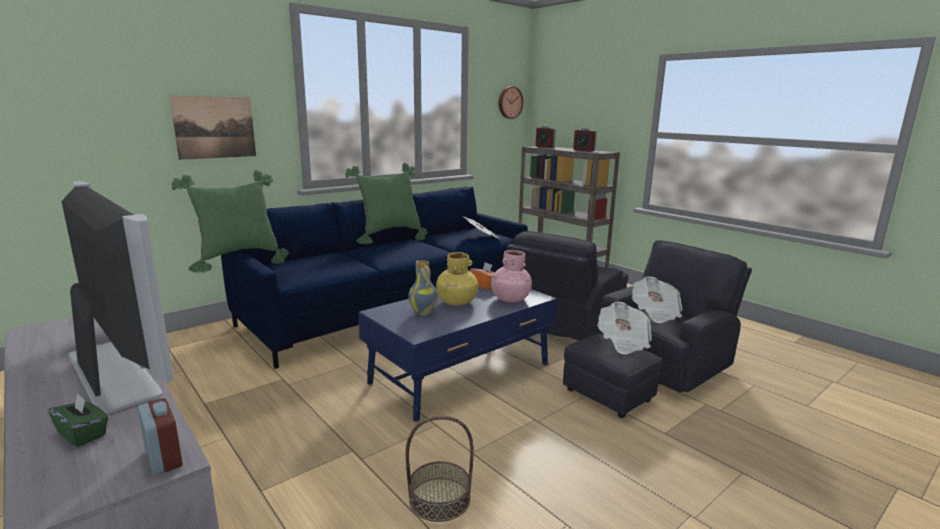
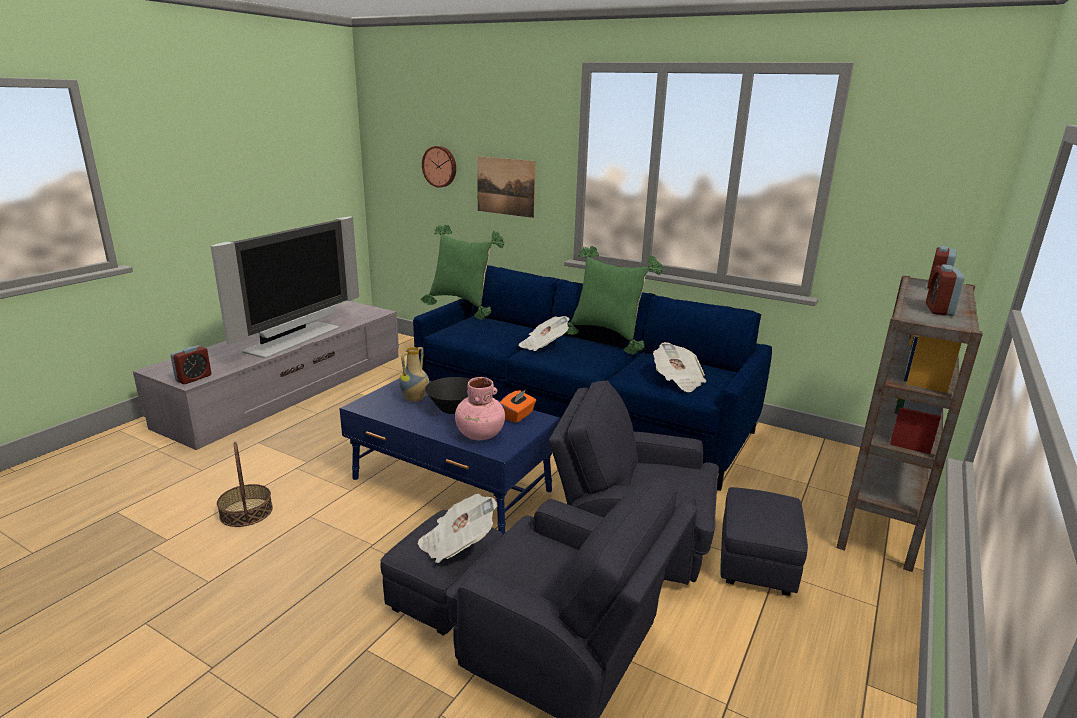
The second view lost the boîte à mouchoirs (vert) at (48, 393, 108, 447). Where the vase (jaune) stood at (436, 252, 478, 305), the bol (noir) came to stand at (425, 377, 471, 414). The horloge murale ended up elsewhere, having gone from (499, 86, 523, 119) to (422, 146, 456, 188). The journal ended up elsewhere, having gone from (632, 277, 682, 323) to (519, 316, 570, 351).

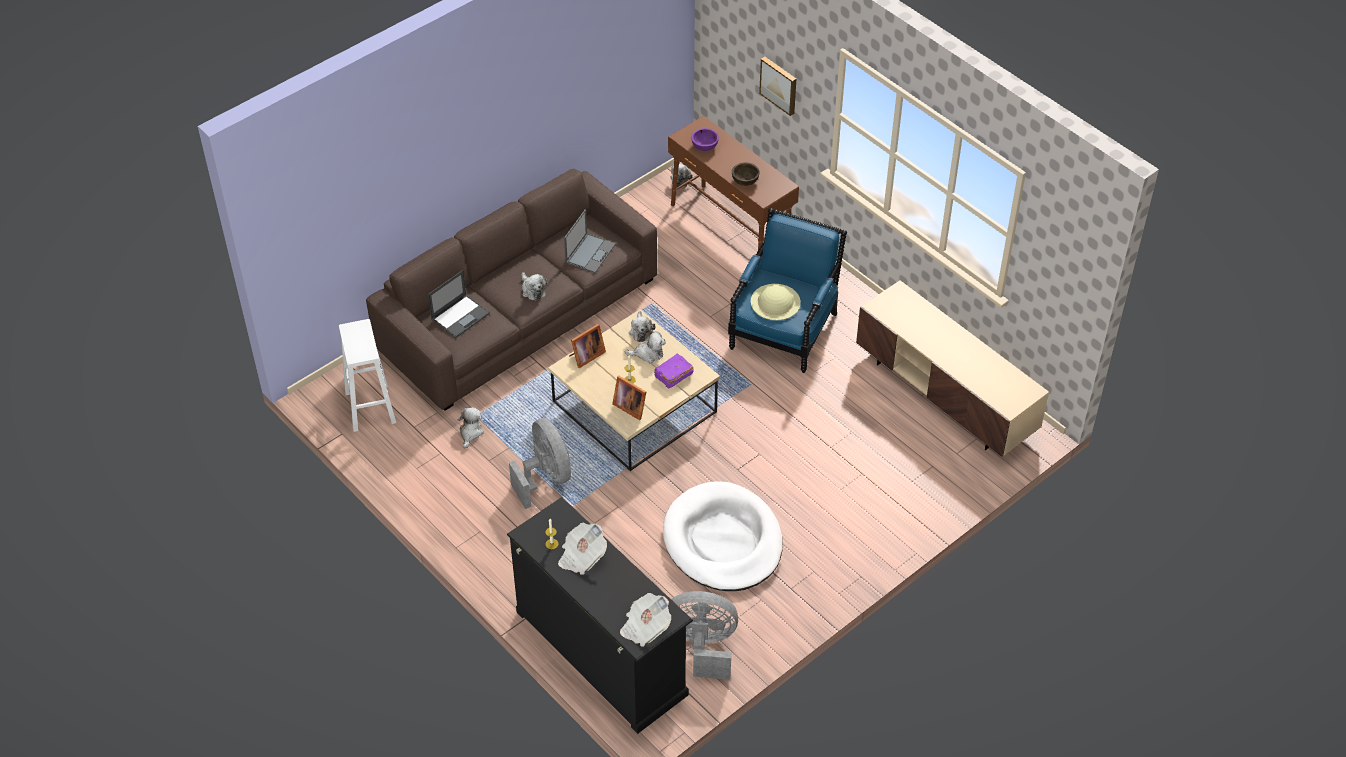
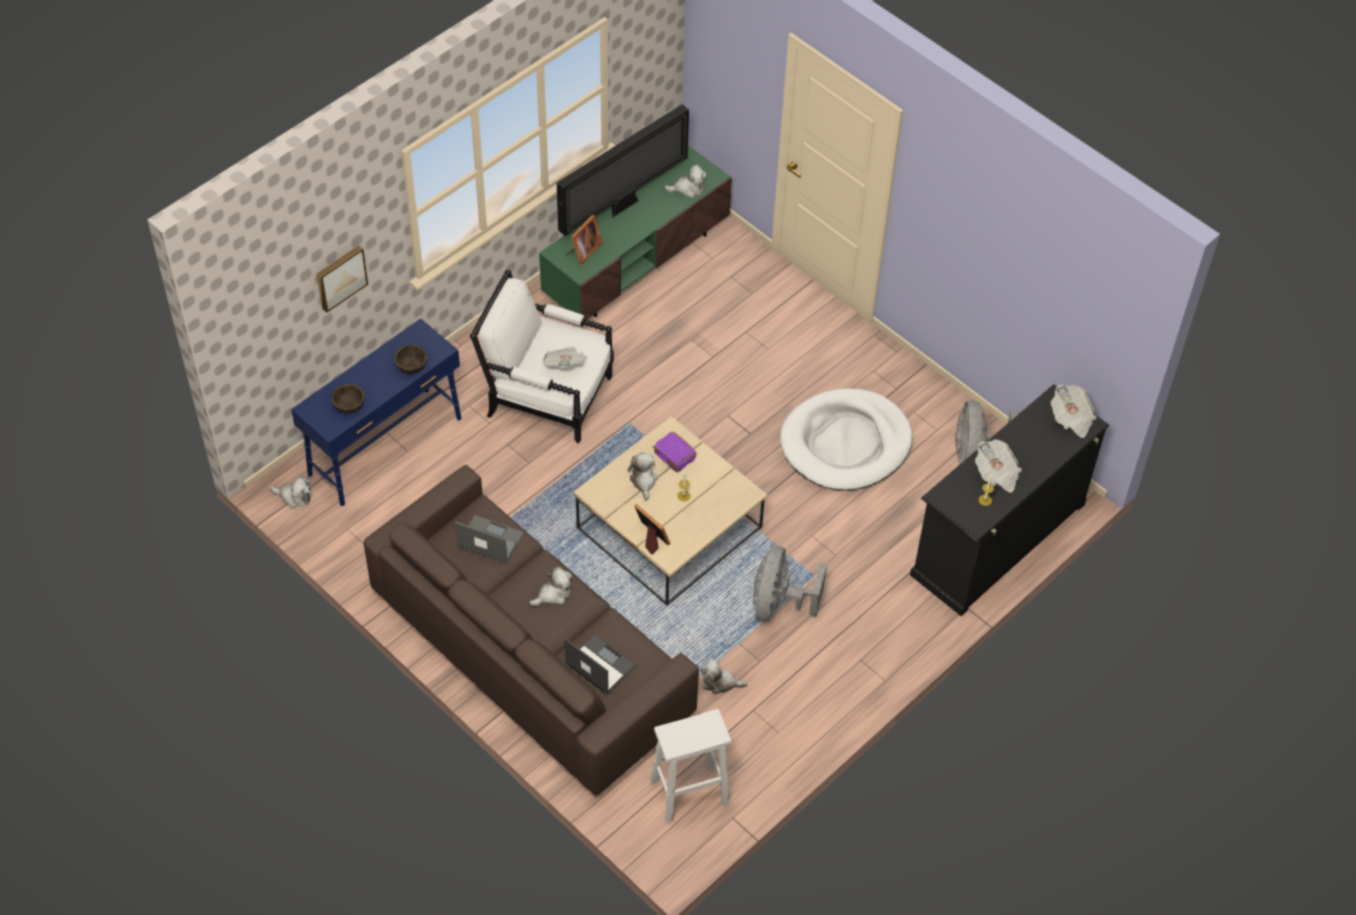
The ventilateur (gris) at (509, 418, 571, 509) ended up facing another way, 45 degrees counterclockwise from before. The cadre photo ended up elsewhere, having gone from (612, 376, 646, 420) to (566, 215, 602, 265). The peluche ended up elsewhere, having gone from (629, 311, 655, 342) to (664, 164, 707, 198). What was the table console (marron) at (668, 116, 799, 259) turned into the table console (bleu) at (291, 319, 461, 506). What was the bol (violet) at (691, 128, 719, 151) turned into the bol (marron) at (331, 384, 365, 414). What was the fauteuil (bleu) at (728, 208, 847, 373) turned into the fauteuil (blanc) at (470, 270, 614, 443). Where the chapeau (beige) stood at (751, 284, 801, 320), the journal came to stand at (542, 346, 587, 368). What was the meuble télé (beige) at (856, 280, 1049, 457) turned into the meuble télé (vert) at (539, 147, 732, 319). The second view gained the téléviseur at (557, 104, 689, 236).

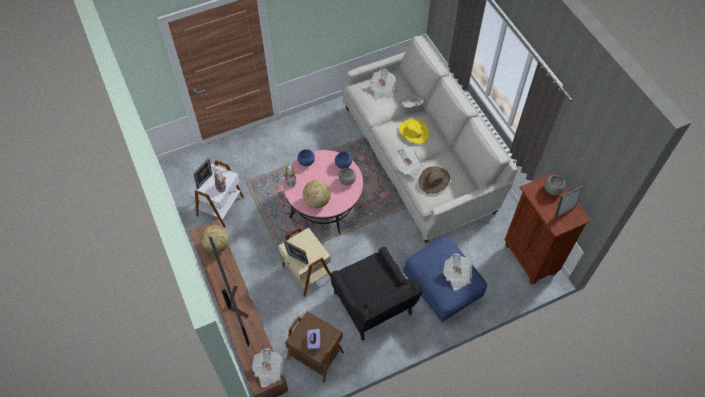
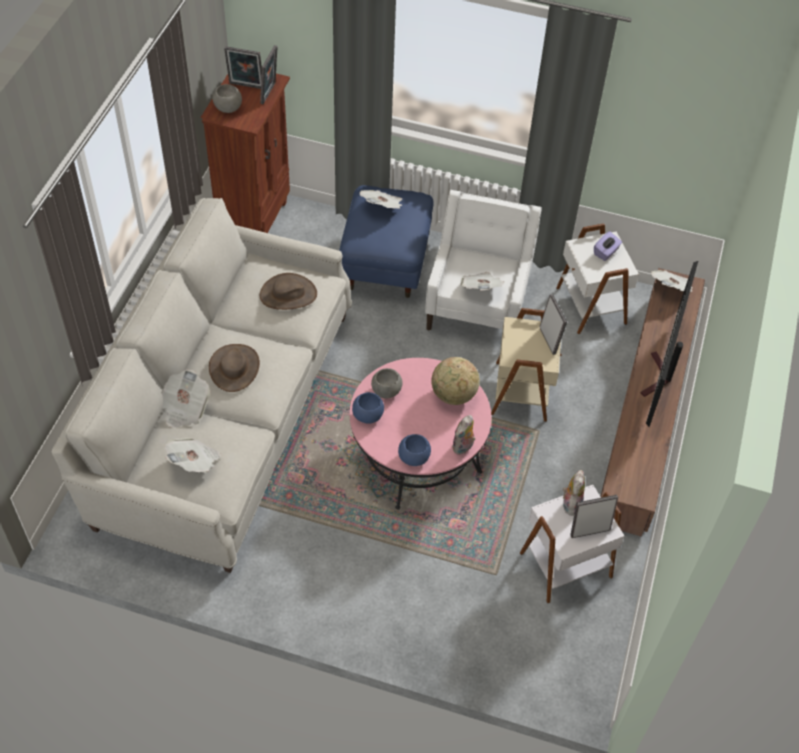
The second view lost the globe at (200, 225, 229, 253). What was the table d'appoint (marron) at (285, 311, 344, 383) turned into the table d'appoint (blanc) at (556, 223, 639, 334). What was the fauteuil (noir) at (331, 247, 423, 340) turned into the fauteuil (blanc) at (425, 190, 542, 331). The journal ended up elsewhere, having gone from (395, 148, 423, 179) to (460, 272, 504, 291). What was the chapeau (jaune) at (399, 119, 429, 144) turned into the chapeau (marron) at (209, 344, 260, 392). The second view gained the cadre photo at (260, 45, 278, 104).

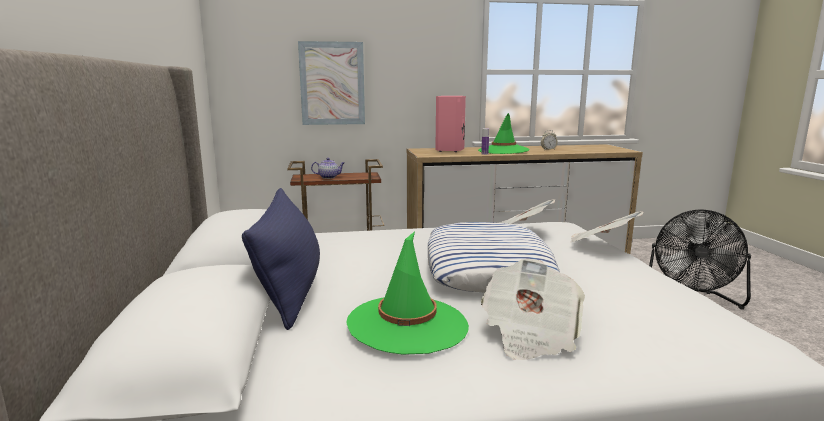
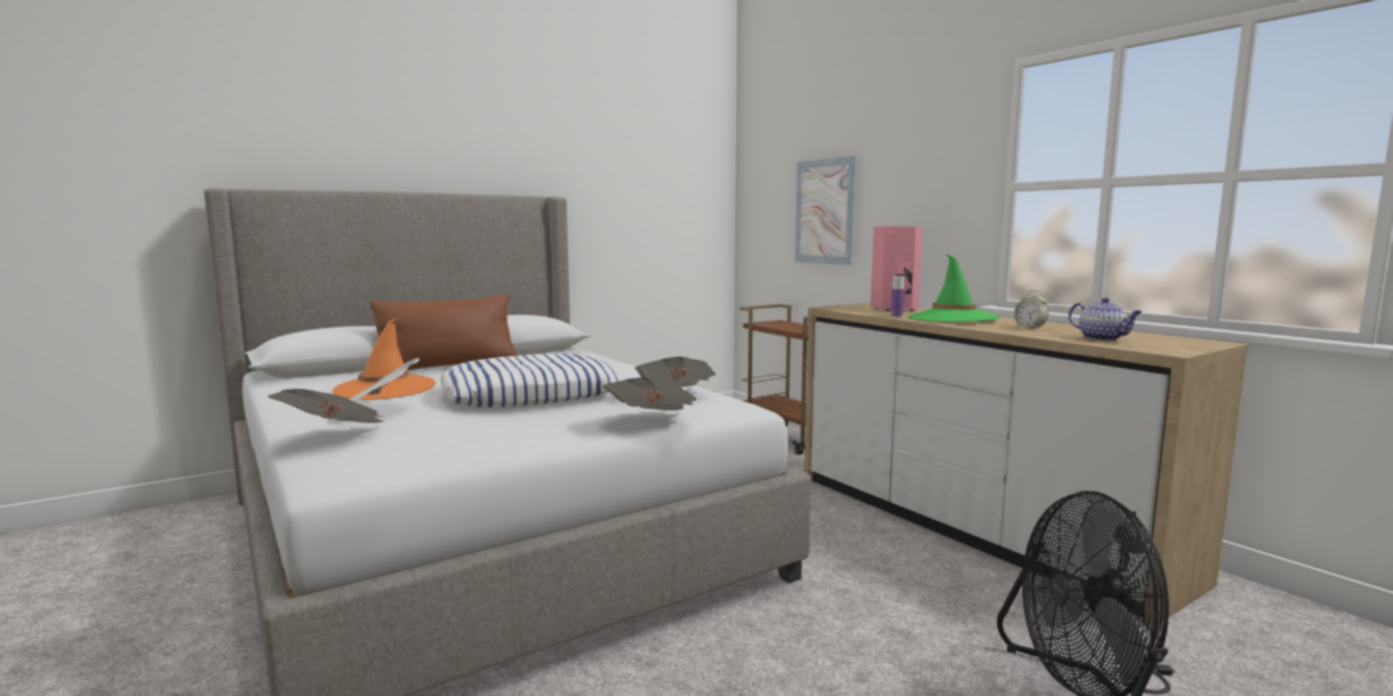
What was the coussin (bleu) at (242, 188, 320, 330) turned into the coussin (marron) at (370, 294, 517, 370). The théière ended up elsewhere, having gone from (311, 158, 345, 179) to (1069, 297, 1142, 341). What was the chapeau (vert) at (346, 231, 469, 354) turned into the chapeau (orange) at (333, 318, 436, 400). The second view gained the journal at (268, 389, 384, 423).

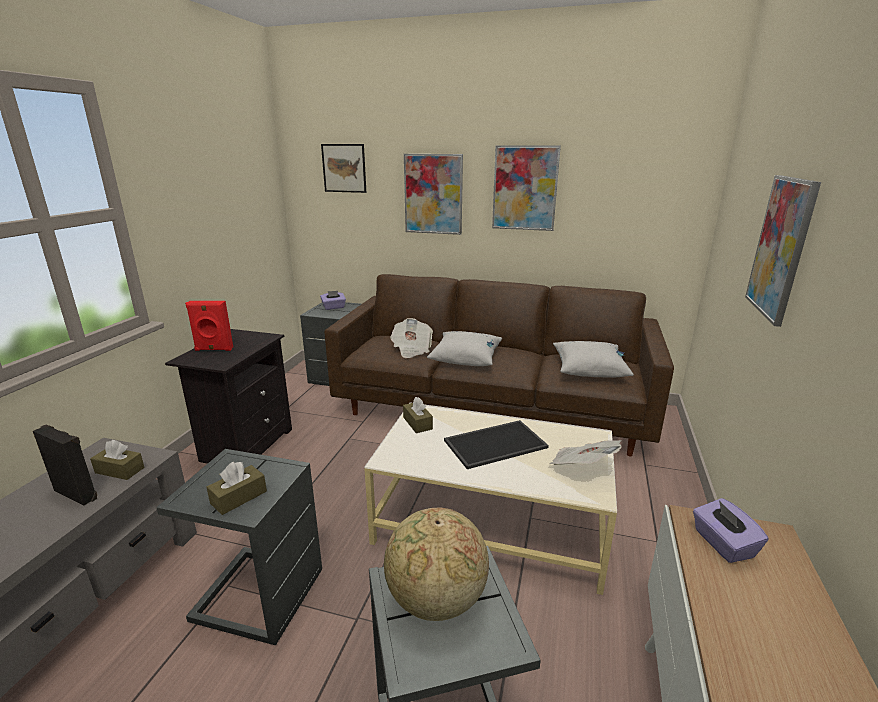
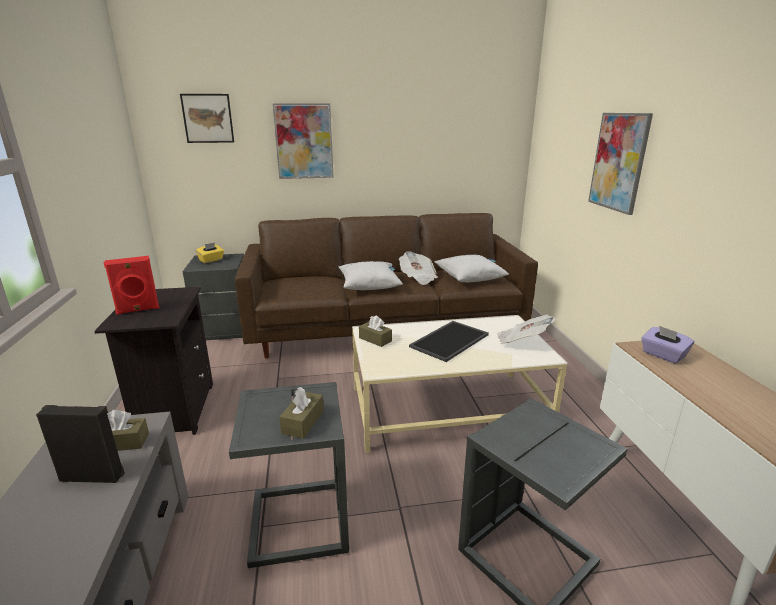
What was the boîte à mouchoirs (violet) at (320, 291, 346, 310) turned into the boîte à mouchoirs (jaune) at (196, 243, 224, 263). The second view lost the globe at (384, 507, 489, 621). The journal ended up elsewhere, having gone from (390, 318, 433, 358) to (399, 251, 438, 285). The second view lost the tableau at (492, 145, 561, 231).

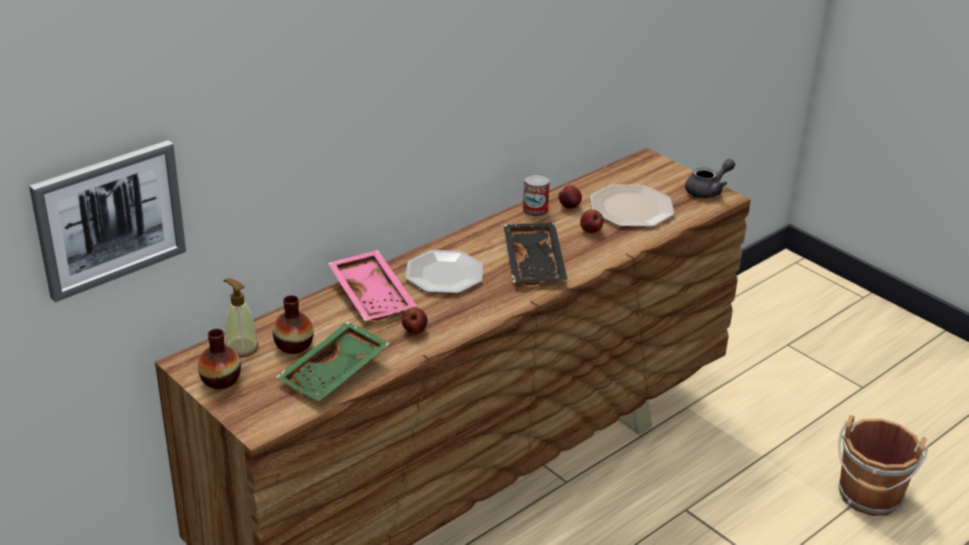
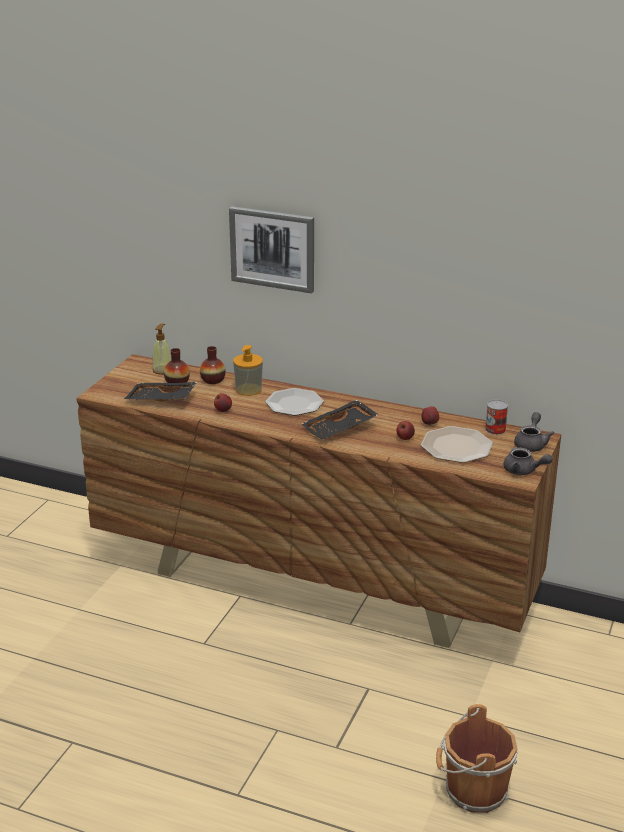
The tableau ended up elsewhere, having gone from (29, 140, 186, 302) to (229, 206, 314, 293). The vase ended up elsewhere, having gone from (198, 329, 241, 389) to (200, 346, 226, 384). What was the plateau (vert) at (276, 321, 390, 401) turned into the plateau (noir) at (124, 382, 197, 402). Where the plateau (rose) stood at (328, 250, 417, 321), the distributeur de savon came to stand at (233, 345, 263, 396). The boîte métallique ended up elsewhere, having gone from (523, 173, 550, 217) to (485, 399, 508, 435). The second view gained the théière (gris) at (514, 412, 554, 452).

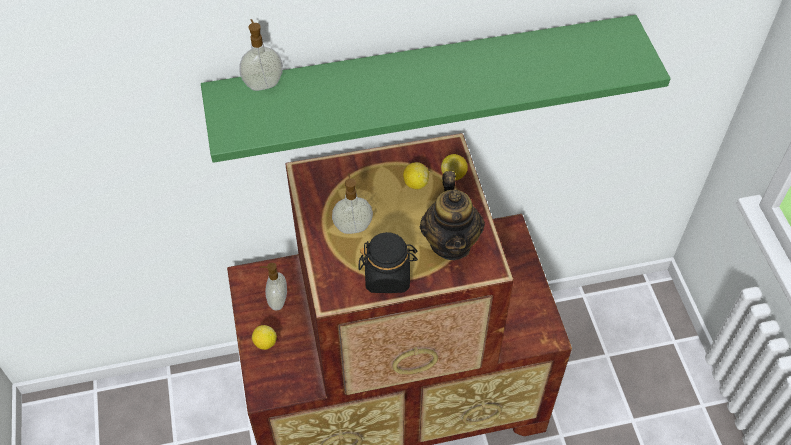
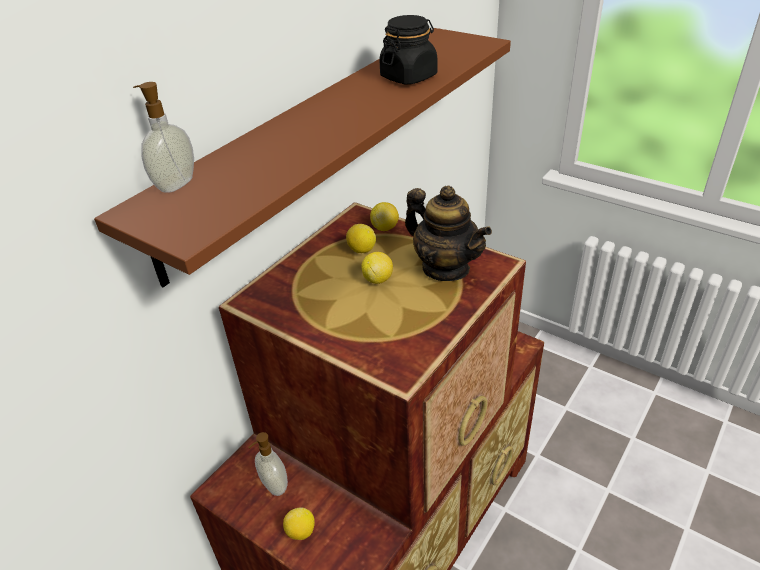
What was the étagère (vert) at (201, 15, 671, 163) turned into the étagère (marron) at (94, 28, 511, 287). The second view lost the distributeur de savon at (332, 173, 373, 234). The bocal (noir) ended up elsewhere, having gone from (359, 232, 418, 293) to (379, 15, 438, 85). The second view gained the citron at (361, 252, 393, 284).

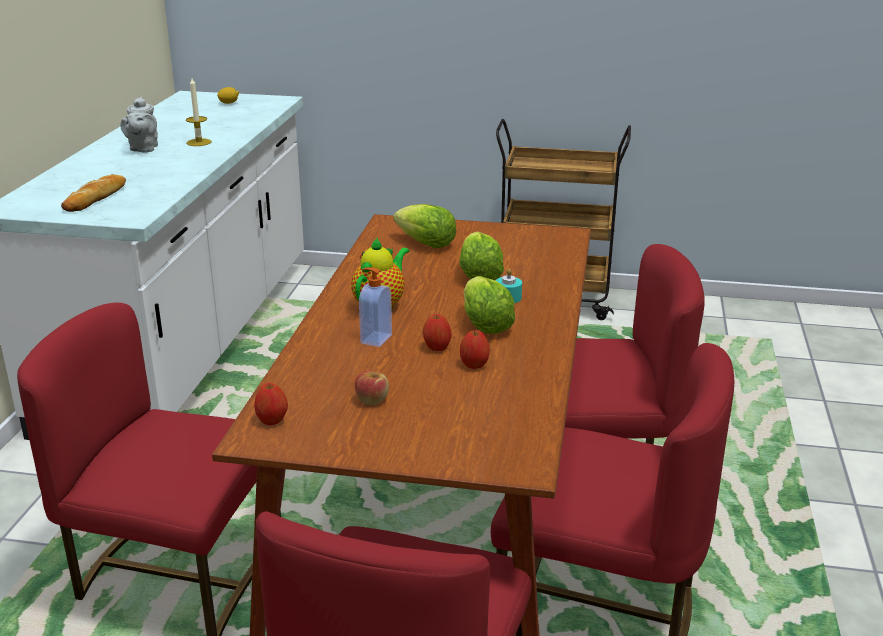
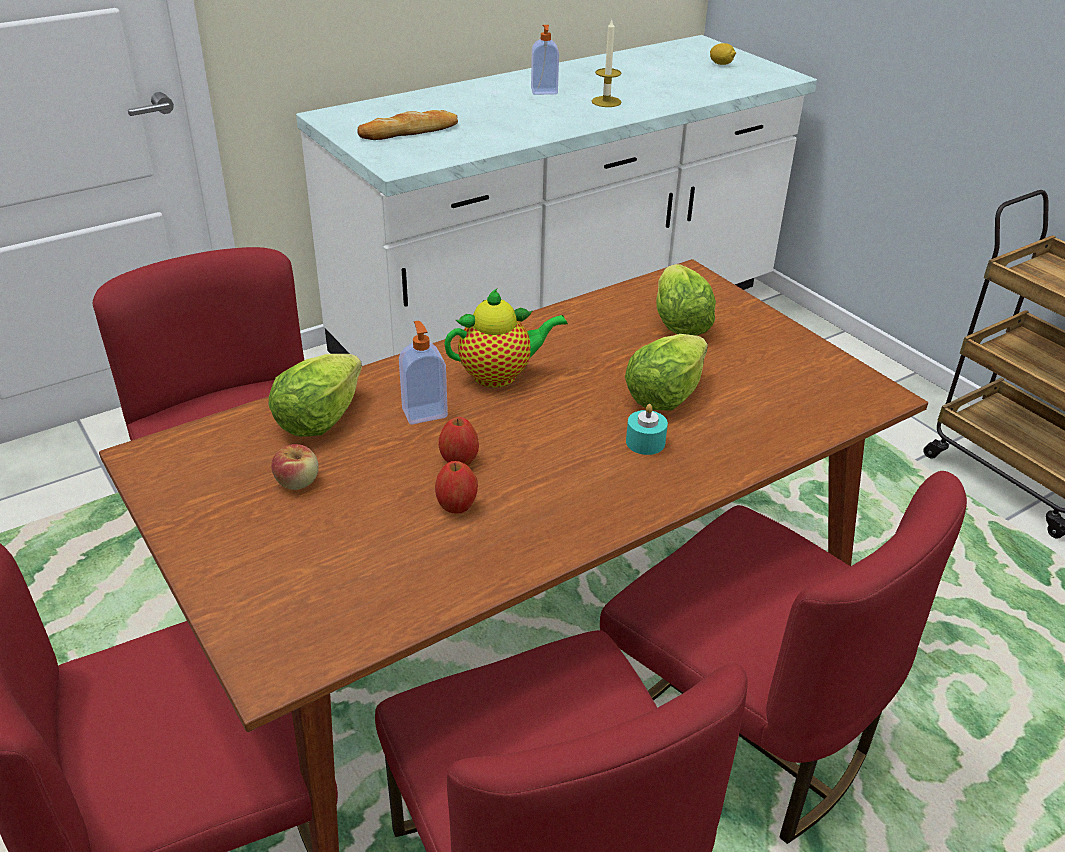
Where the théière (gris) stood at (120, 97, 158, 153), the distributeur de savon came to stand at (531, 25, 559, 95). The second view lost the pomme at (254, 383, 288, 425). The laitue ended up elsewhere, having gone from (464, 276, 515, 334) to (269, 354, 362, 437).

